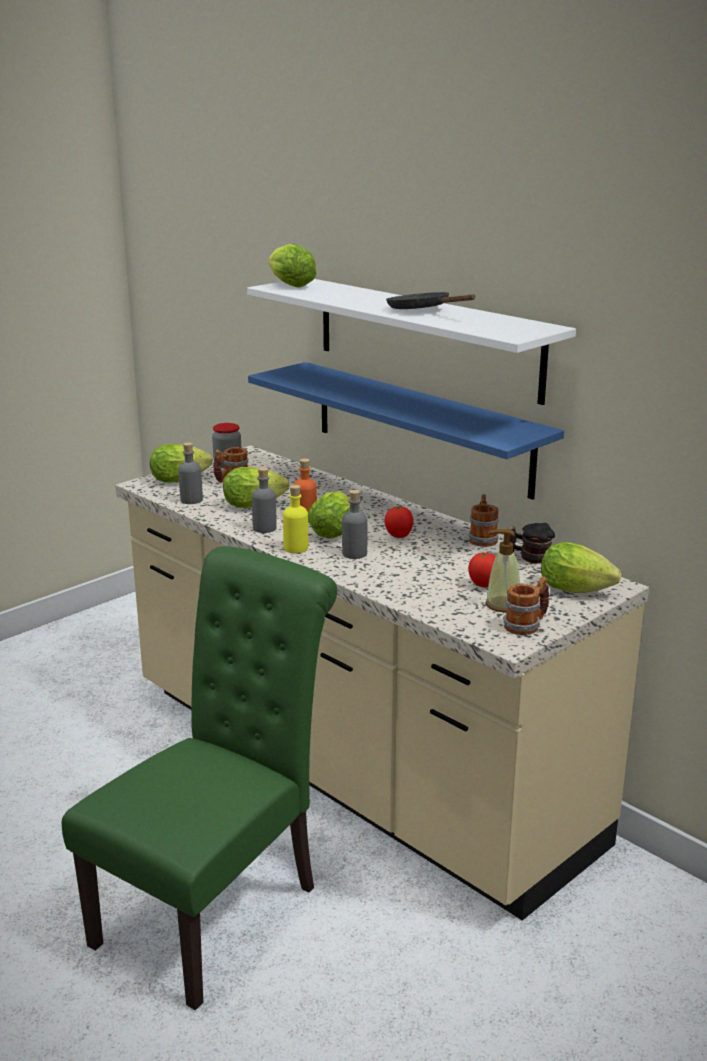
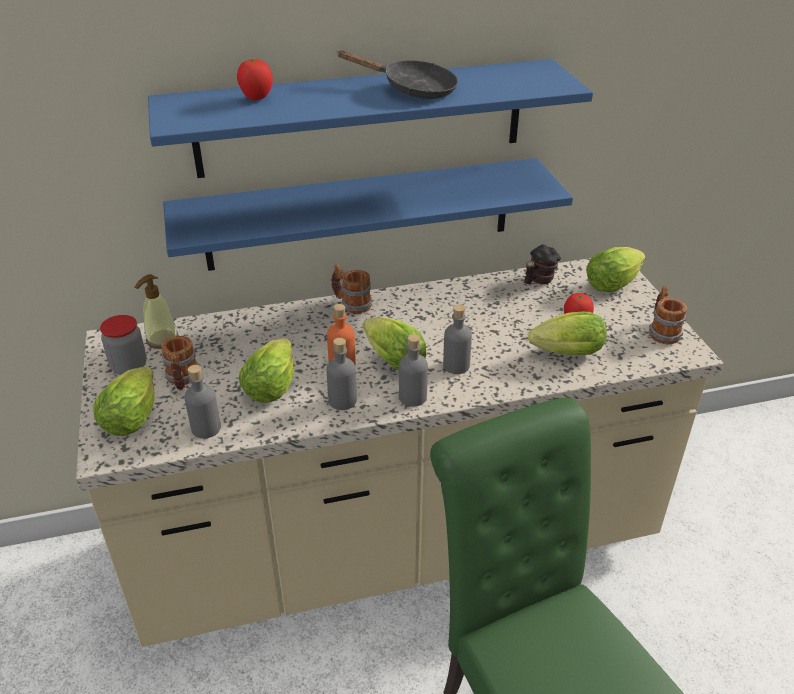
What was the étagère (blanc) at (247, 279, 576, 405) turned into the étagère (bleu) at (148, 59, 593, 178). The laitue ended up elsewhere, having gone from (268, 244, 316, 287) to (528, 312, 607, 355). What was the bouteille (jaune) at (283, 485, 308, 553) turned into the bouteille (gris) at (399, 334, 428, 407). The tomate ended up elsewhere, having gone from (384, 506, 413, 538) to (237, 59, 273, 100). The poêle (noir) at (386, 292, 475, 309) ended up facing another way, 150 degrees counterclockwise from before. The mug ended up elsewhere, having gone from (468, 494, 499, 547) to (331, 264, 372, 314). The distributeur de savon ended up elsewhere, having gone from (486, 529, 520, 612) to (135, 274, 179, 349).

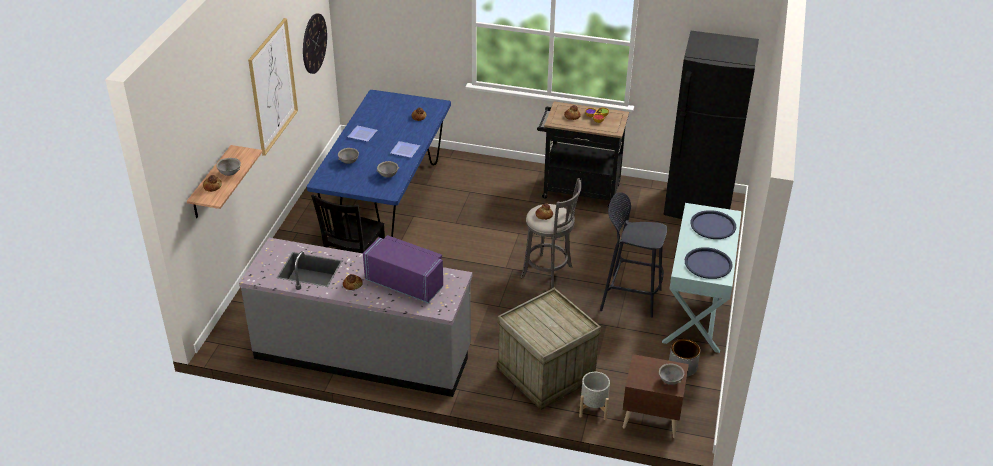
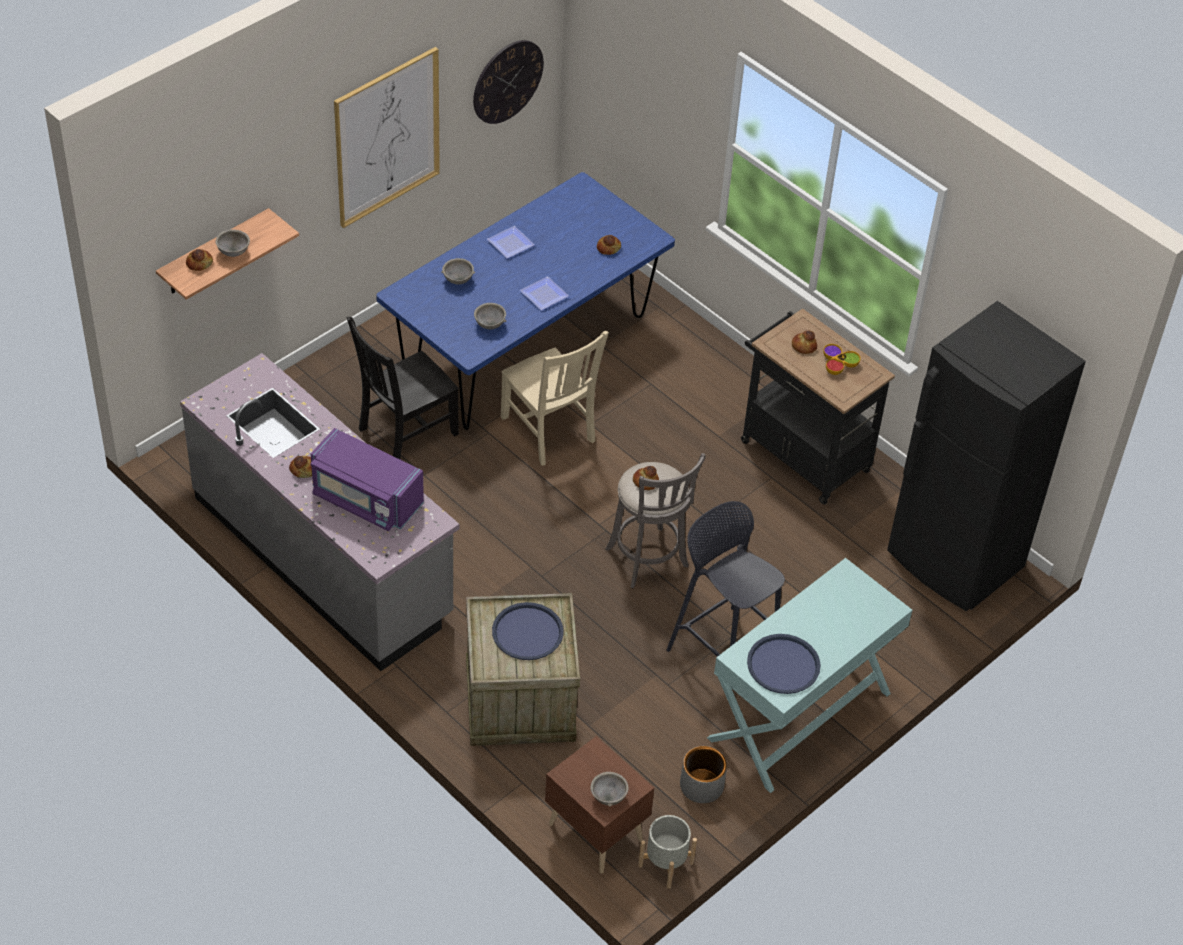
The micro-ondes (violet) at (363, 235, 443, 303) ended up facing another way, 150 degrees clockwise from before. The cache-pot (gris) ended up elsewhere, having gone from (579, 372, 610, 420) to (638, 815, 697, 889). The plateau (bleu) ended up elsewhere, having gone from (690, 210, 736, 239) to (492, 602, 564, 660). The second view gained the chaise (beige) at (500, 331, 609, 466).

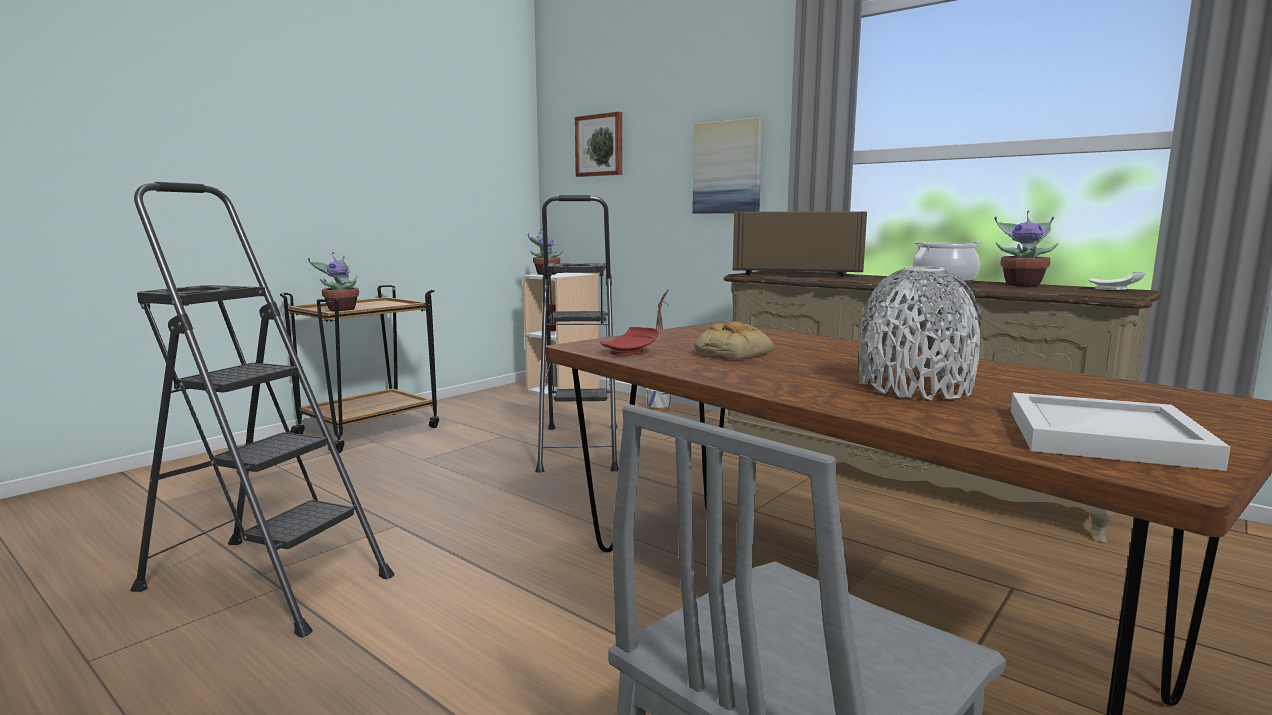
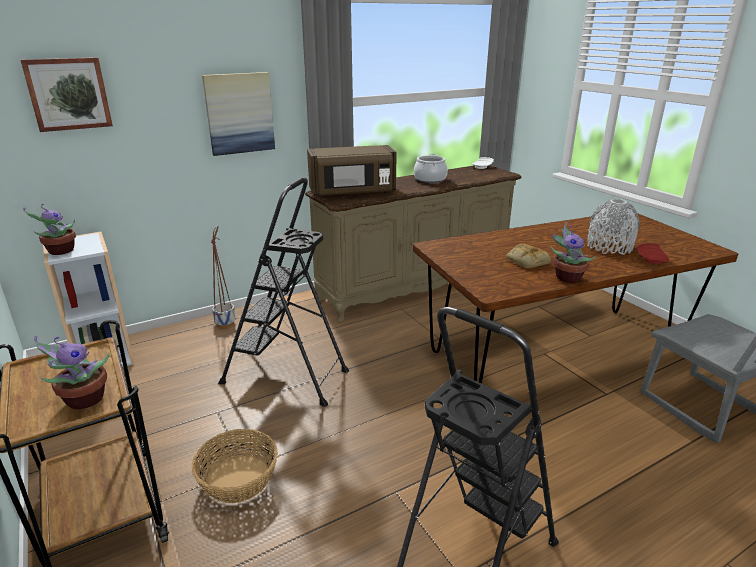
The assiette (rouge) ended up elsewhere, having gone from (600, 327, 658, 356) to (637, 243, 670, 264). The micro-ondes (marron) at (733, 211, 867, 277) ended up facing another way, 135 degrees counterclockwise from before. The plante en pot ended up elsewhere, having gone from (994, 211, 1058, 286) to (551, 222, 596, 283). The second view lost the plateau (blanc) at (1011, 393, 1231, 471). The second view gained the panier at (192, 429, 278, 503).

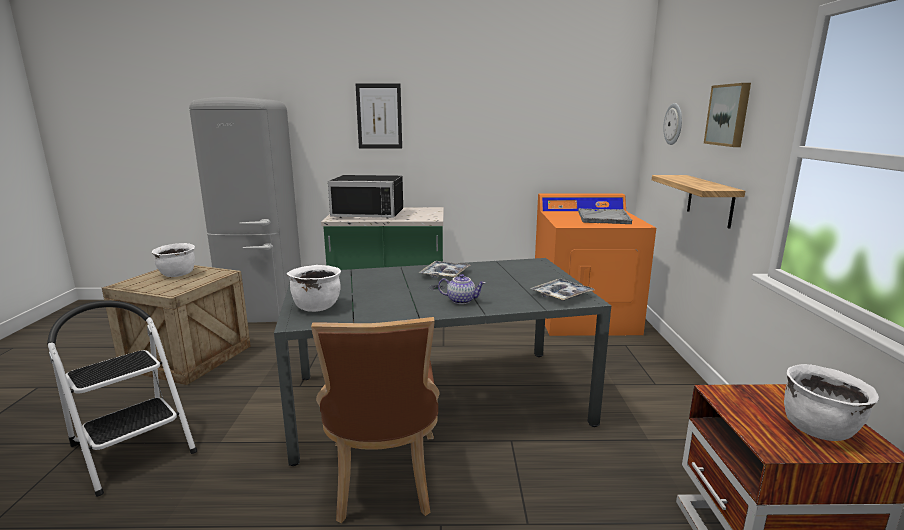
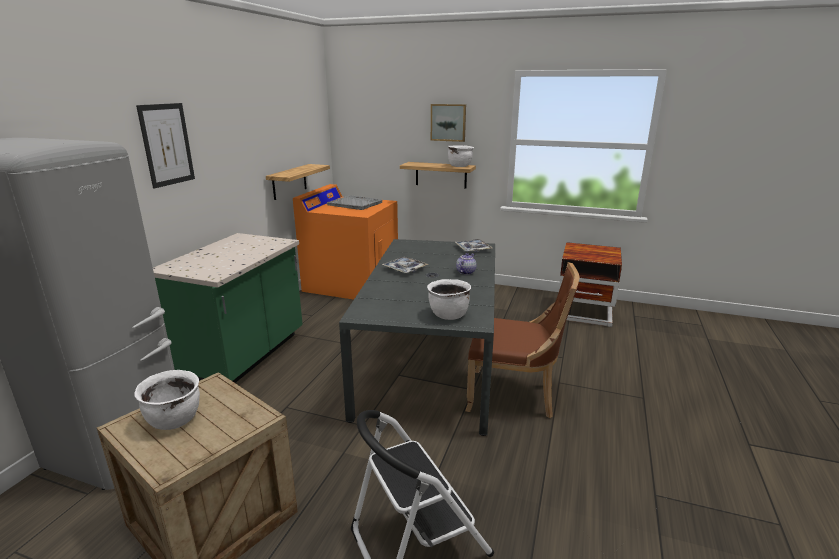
The second view lost the micro-ondes (noir) at (328, 175, 403, 219). The second view lost the horloge murale at (663, 103, 682, 145). The marmite (blanc) ended up elsewhere, having gone from (784, 364, 879, 441) to (448, 145, 474, 167). The second view gained the étagère at (266, 164, 330, 200).

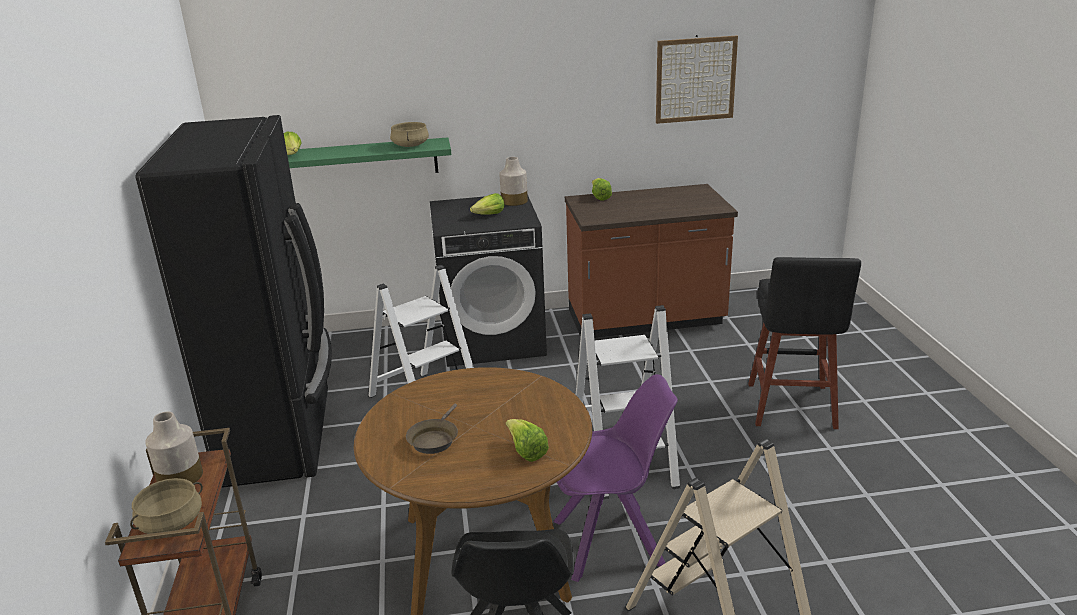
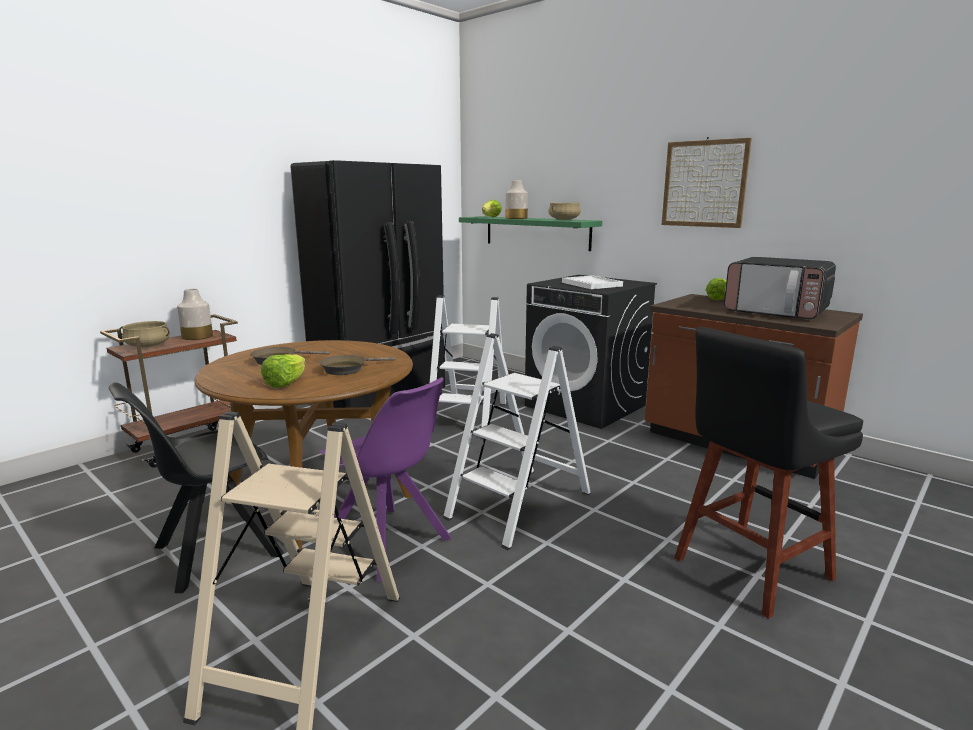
Where the laitue stood at (470, 193, 505, 215), the plateau (blanc) came to stand at (562, 275, 623, 289). The vase (beige) ended up elsewhere, having gone from (499, 157, 528, 206) to (506, 180, 528, 219). The tableau ended up elsewhere, having gone from (656, 35, 738, 124) to (662, 137, 752, 228). The second view gained the poêle (marron) at (319, 355, 395, 375). The second view gained the micro-ondes at (724, 257, 836, 319).

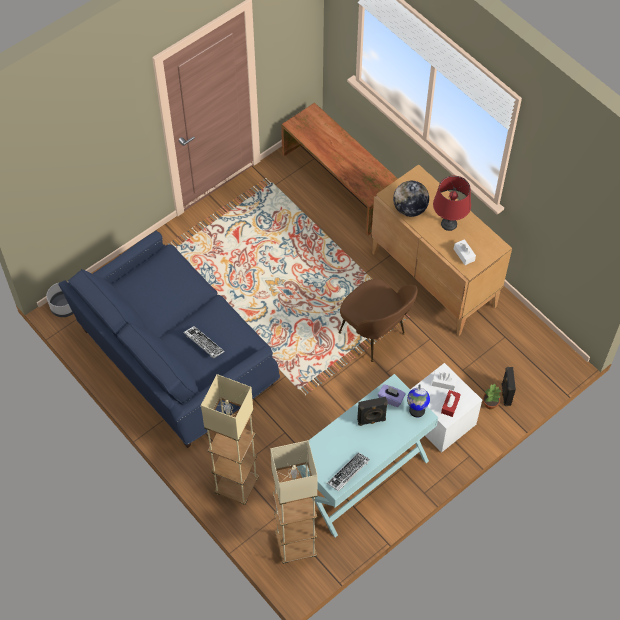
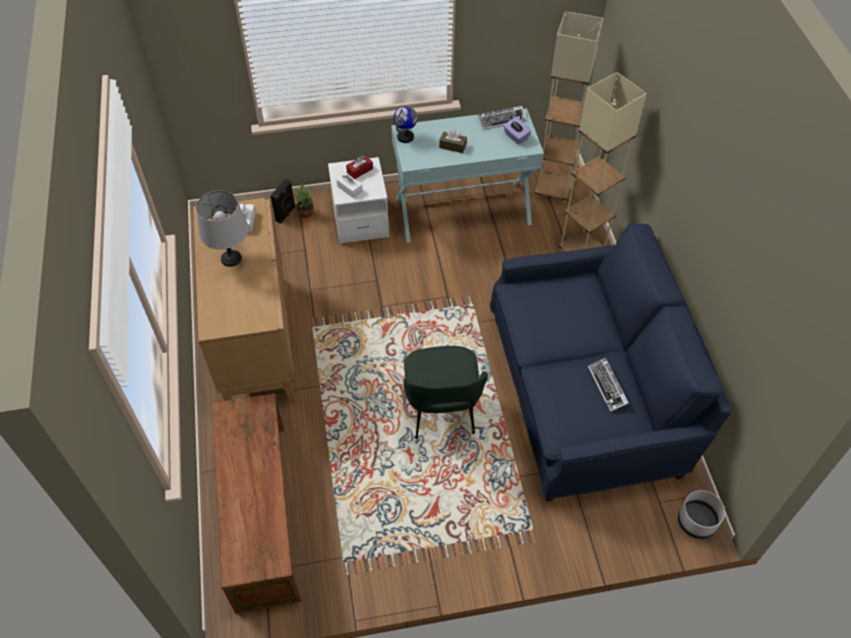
The clavier ended up elsewhere, having gone from (184, 326, 225, 358) to (588, 357, 629, 412). The second view lost the chaise (marron) at (338, 279, 418, 362). Where the enceinte (noir) stood at (357, 397, 388, 426), the boîte à mouchoirs (marron) came to stand at (439, 130, 467, 153). The boîte à mouchoirs (violet) ended up elsewhere, having gone from (378, 384, 406, 407) to (503, 117, 531, 144). The second view lost the globe at (393, 181, 429, 217). What was the lampe de table (rouge) at (433, 176, 471, 231) turned into the lampe de table (gris) at (196, 191, 249, 267). The second view gained the chaise (vert) at (404, 346, 488, 440).

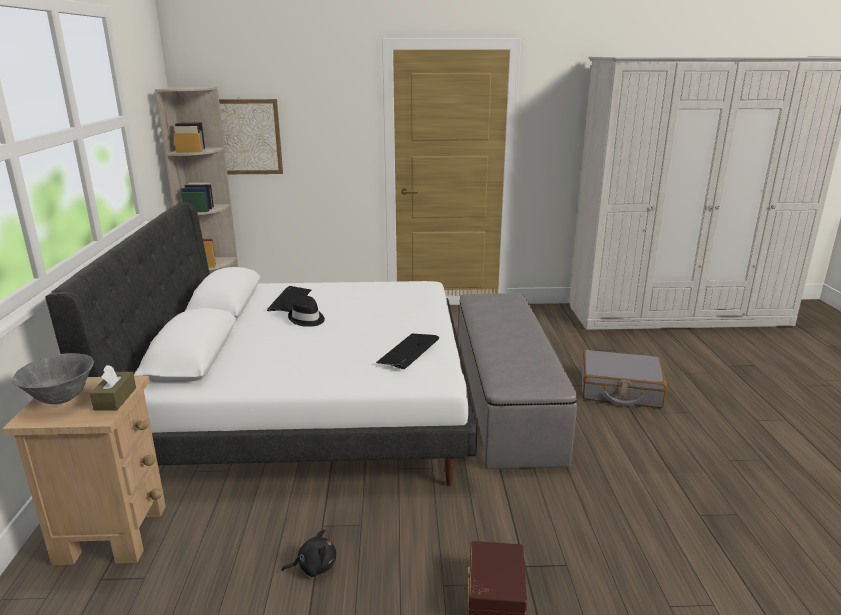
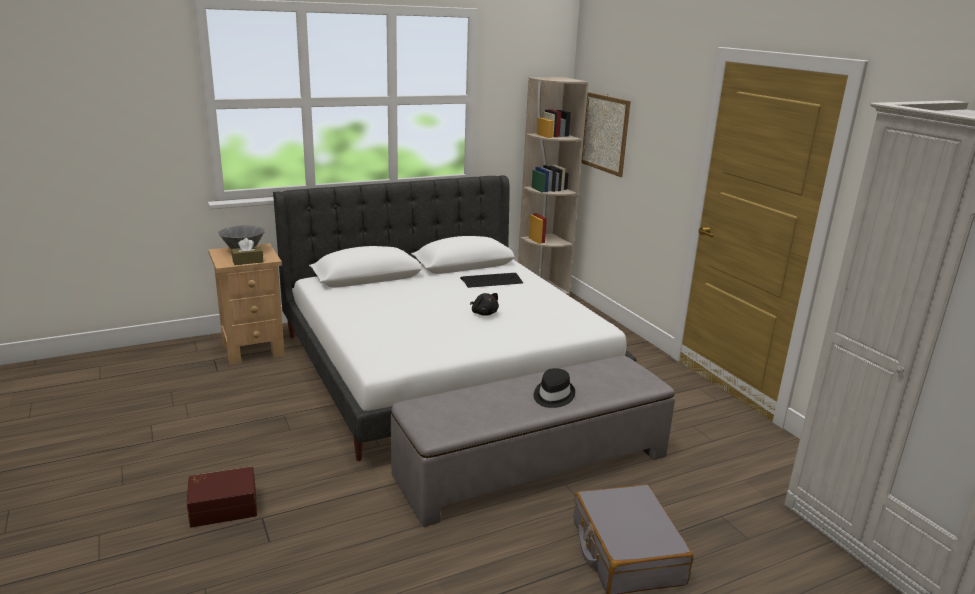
The peluche (noir) ended up elsewhere, having gone from (282, 529, 336, 577) to (470, 293, 499, 316). The chapeau (noir) ended up elsewhere, having gone from (288, 296, 325, 327) to (534, 368, 575, 408). The second view lost the clavier at (376, 333, 439, 369).

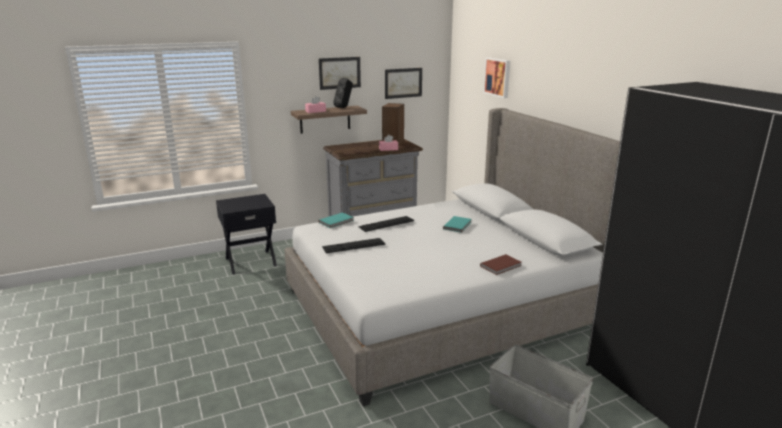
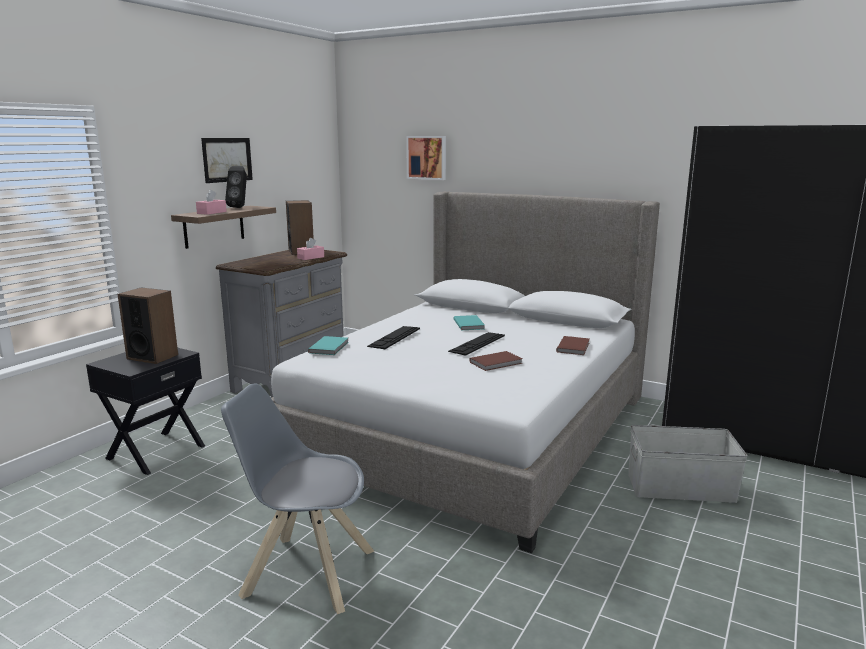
The clavier ended up elsewhere, having gone from (322, 238, 385, 253) to (448, 332, 505, 356). The second view lost the tableau at (385, 68, 422, 99). The second view gained the enceinte at (118, 287, 178, 364). The second view gained the chaise (gris) at (221, 384, 374, 614). The second view gained the livre (marron) at (469, 351, 523, 371).

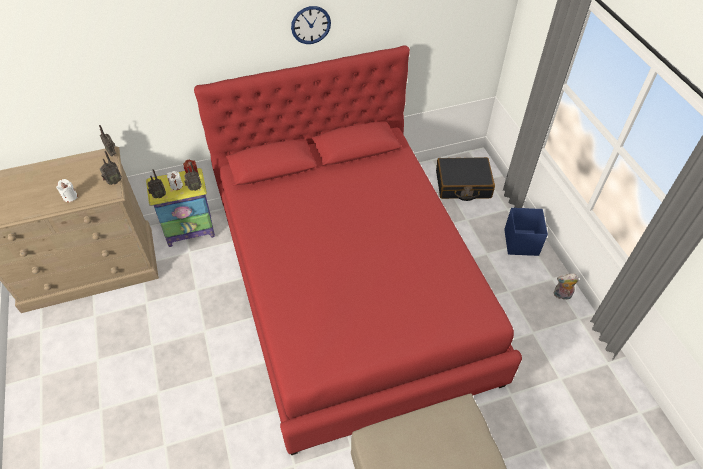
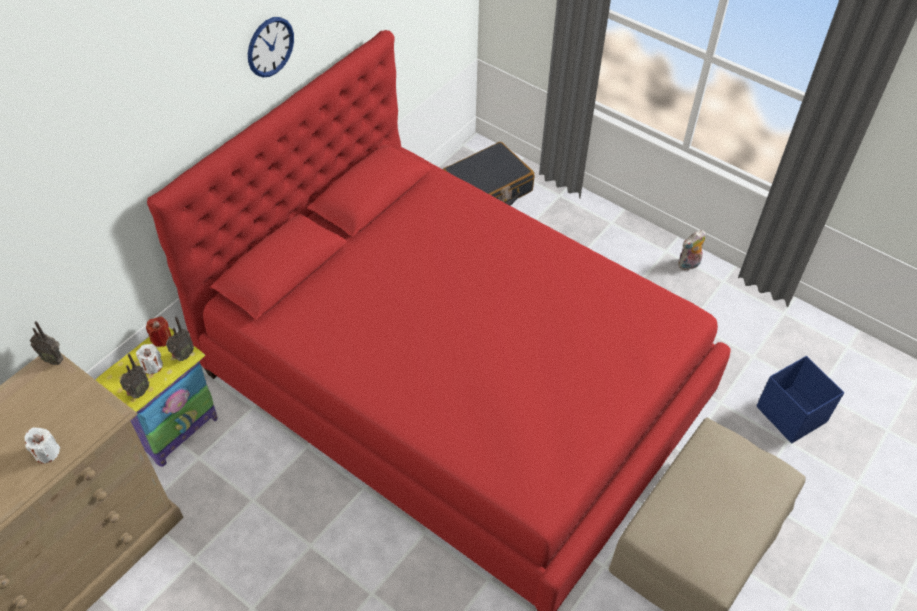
The second view lost the radio at (100, 151, 122, 185). The boîte de rangement (bleu) ended up elsewhere, having gone from (504, 208, 548, 256) to (756, 356, 844, 443).

